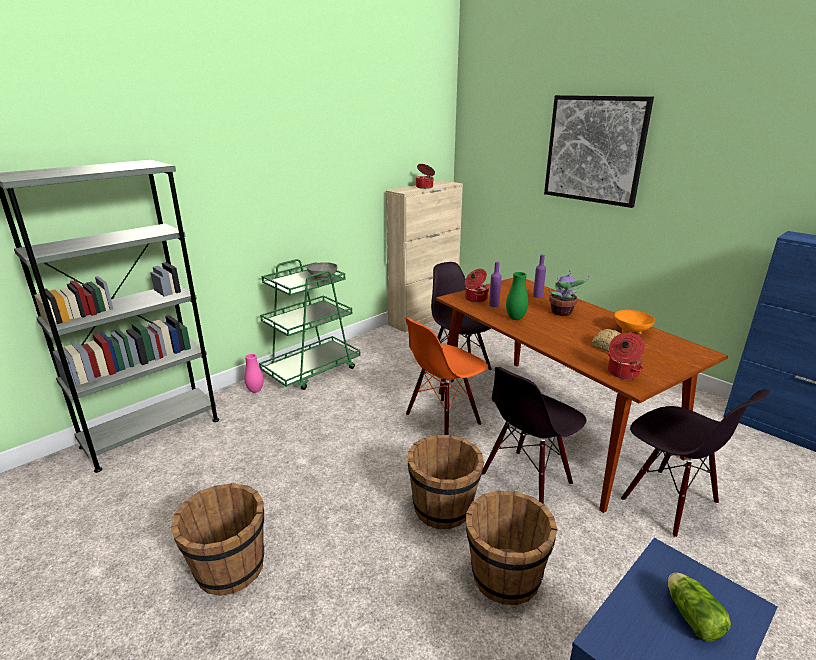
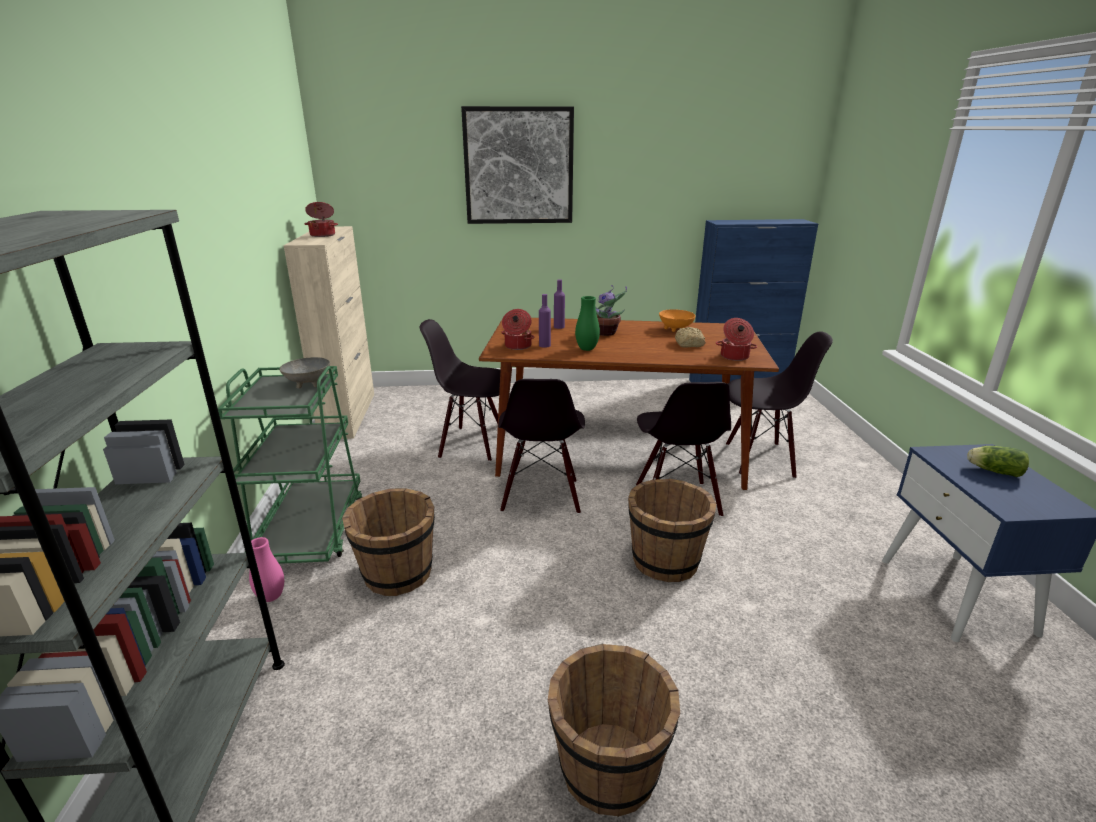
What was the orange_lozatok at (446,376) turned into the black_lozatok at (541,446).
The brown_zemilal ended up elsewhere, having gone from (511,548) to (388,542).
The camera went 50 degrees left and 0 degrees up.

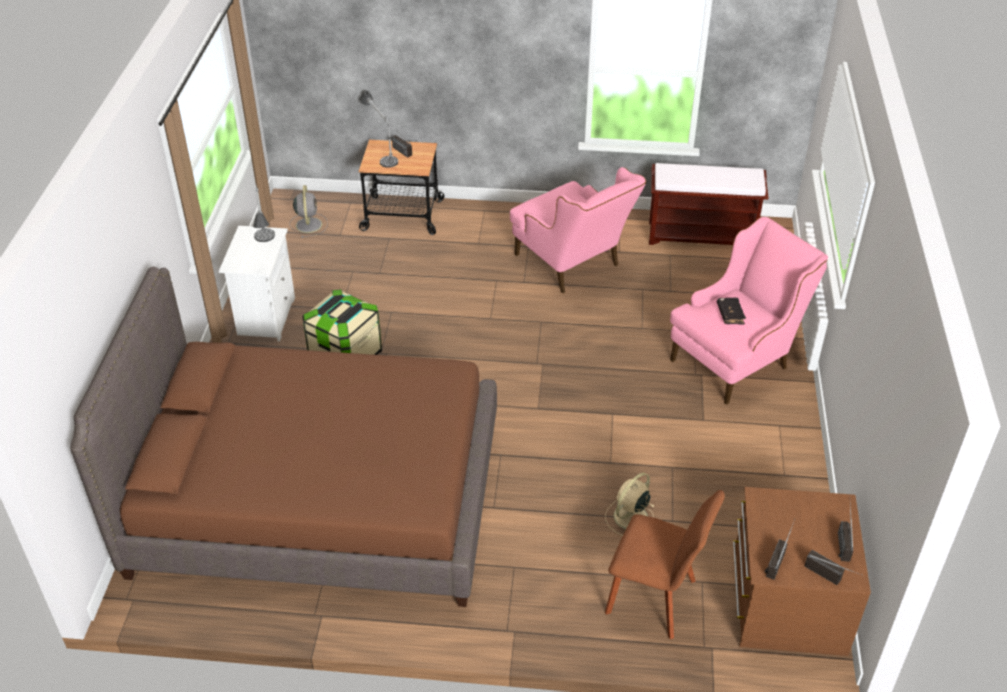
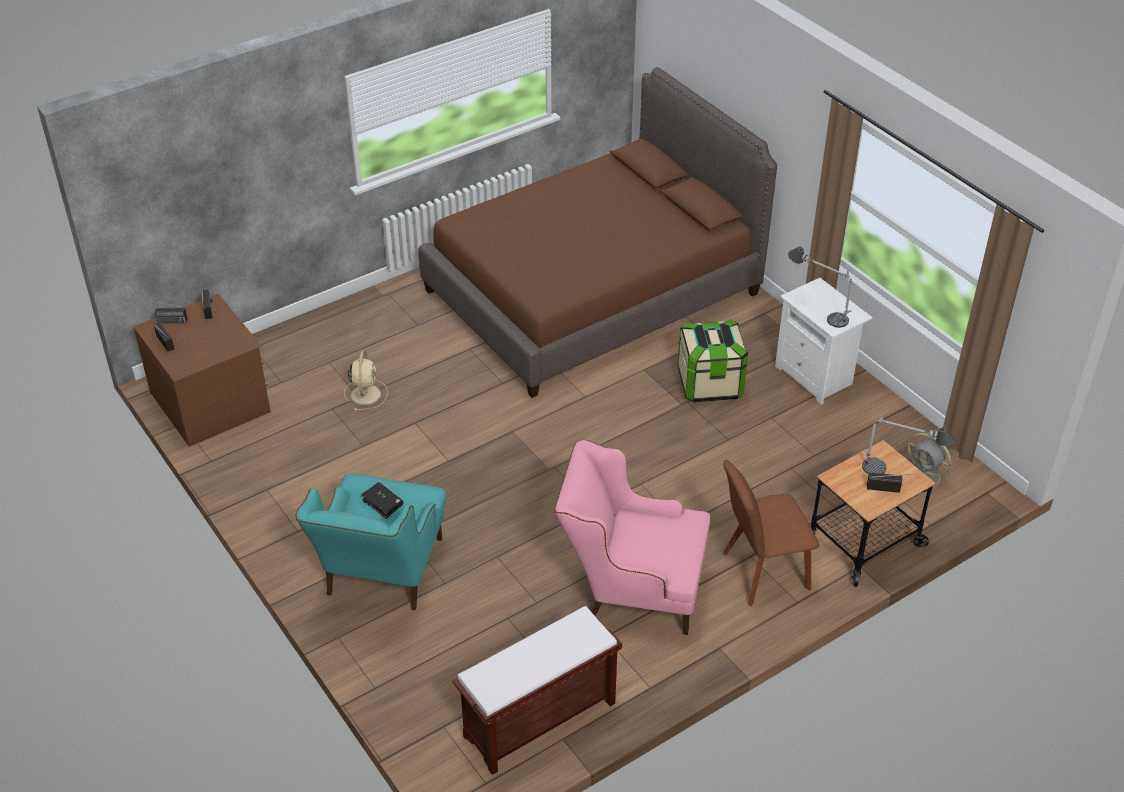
What was the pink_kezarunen at (749,310) turned into the turquoise_kezarunen at (370,541).
The brown_lozatok ended up elsewhere, having gone from (665,564) to (770,533).
The camera went 140 degrees right and 0 degrees up.

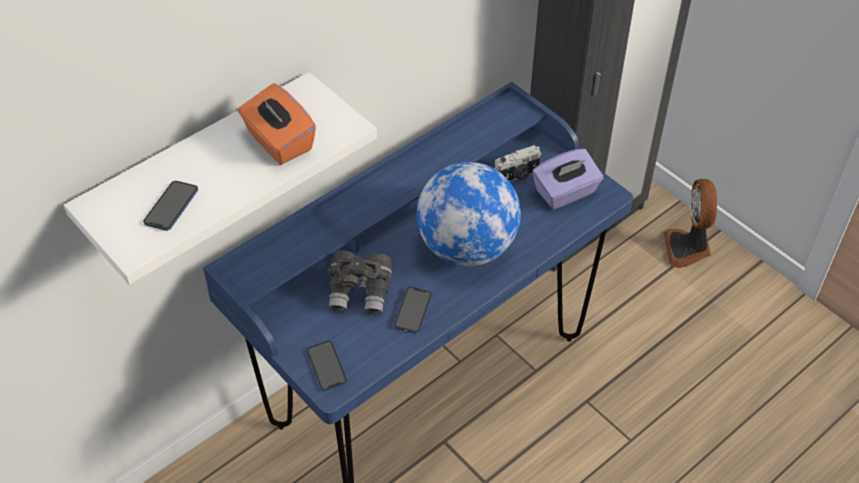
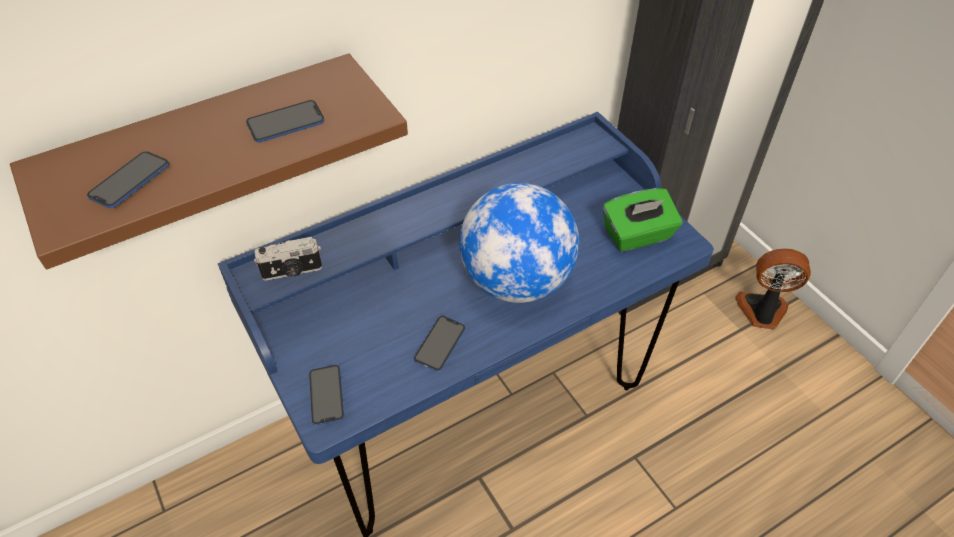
What was the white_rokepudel at (220,178) turned into the brown_rokepudel at (209,161).
Where the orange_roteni stood at (277,124), the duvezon came to stand at (285,121).
The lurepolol ended up elsewhere, having gone from (517,163) to (288,259).
What was the purple_roteni at (567,178) turned into the green_roteni at (643,220).
The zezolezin at (690,223) ended up facing another way, 90 degrees clockwise from before.
The second view lost the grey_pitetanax at (359,283).
The camera went 10 degrees right and 0 degrees up.

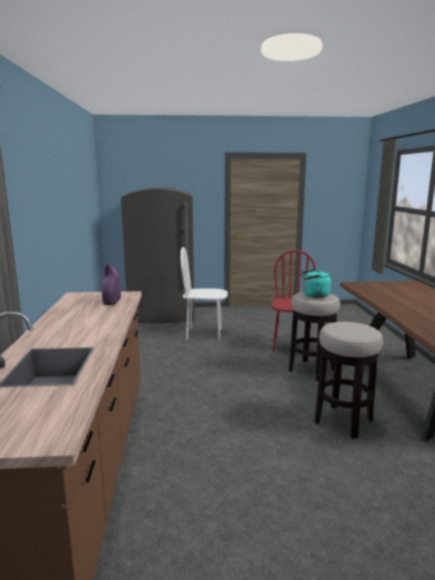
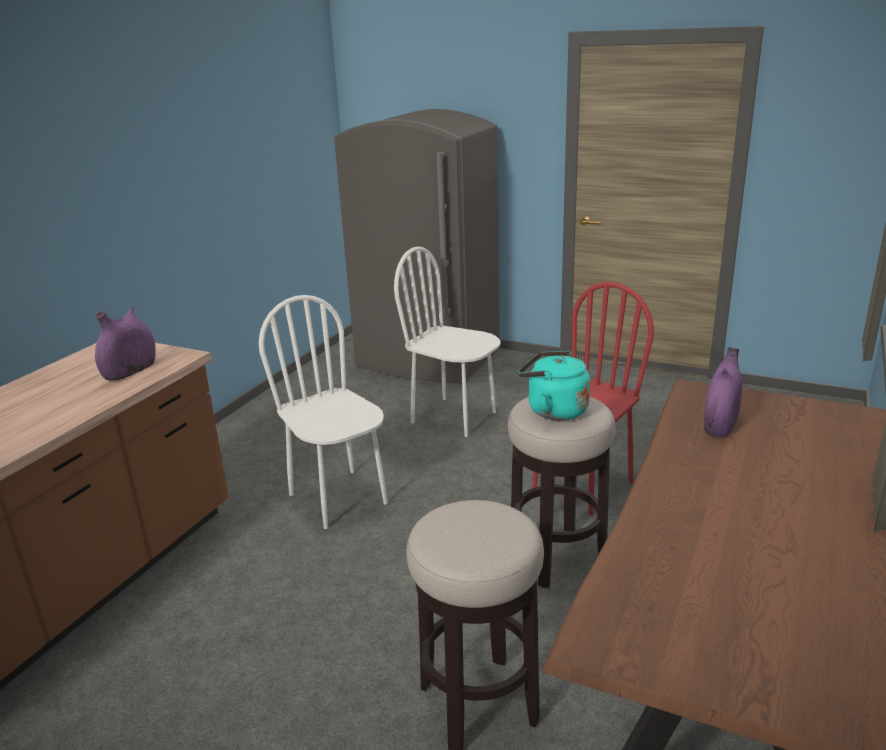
The second view gained the white_lozatok at (323,412).
The second view gained the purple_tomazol at (723,392).
The camera went 30 degrees right and 10 degrees up.

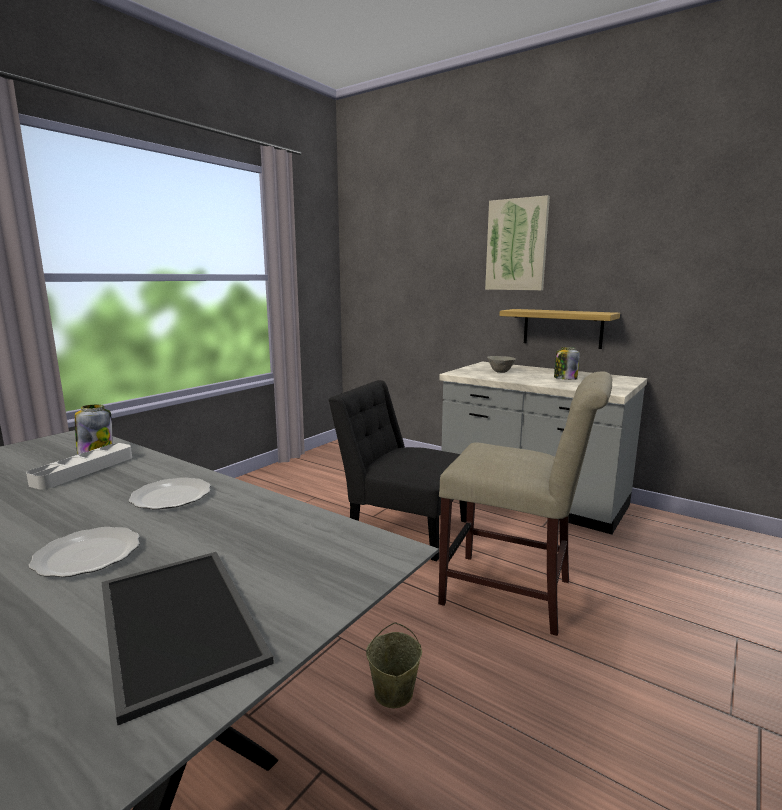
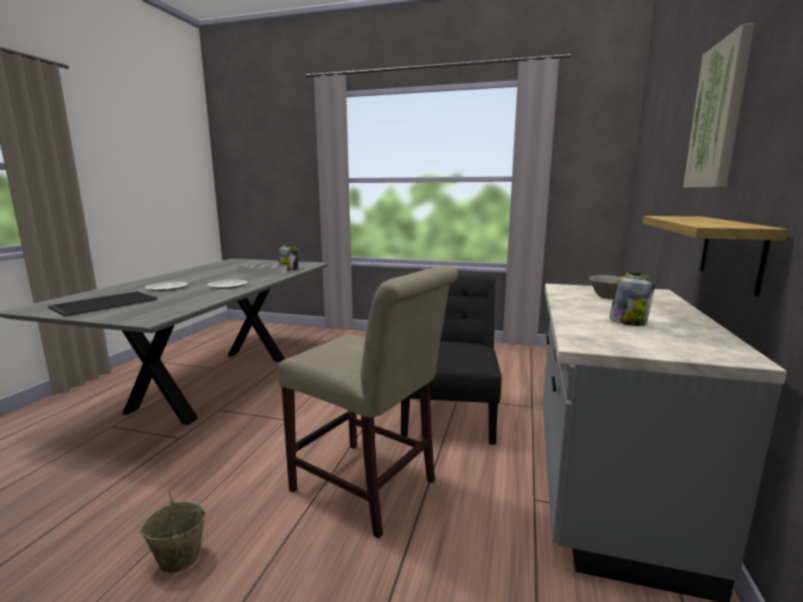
The beige_lozatok at (525,503) ended up facing another way, 60 degrees counterclockwise from before.
The beige_zemilal ended up elsewhere, having gone from (394,665) to (173,532).
The camera went 70 degrees right and 0 degrees up.

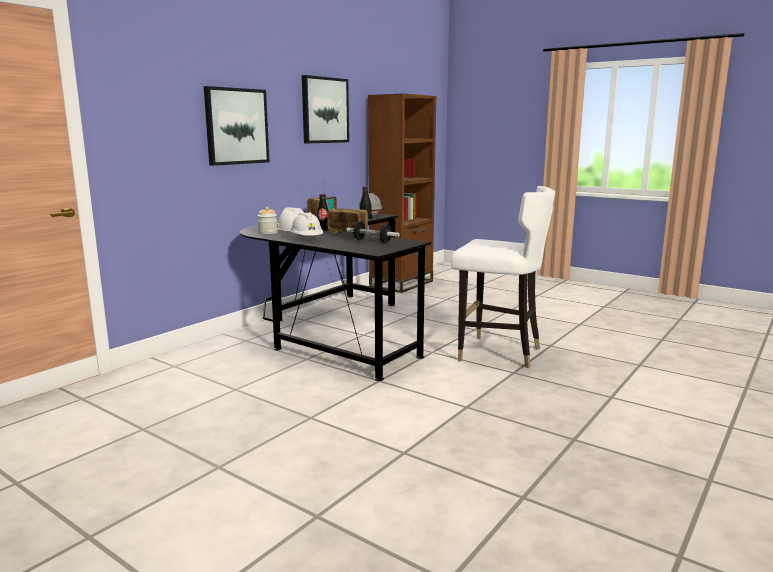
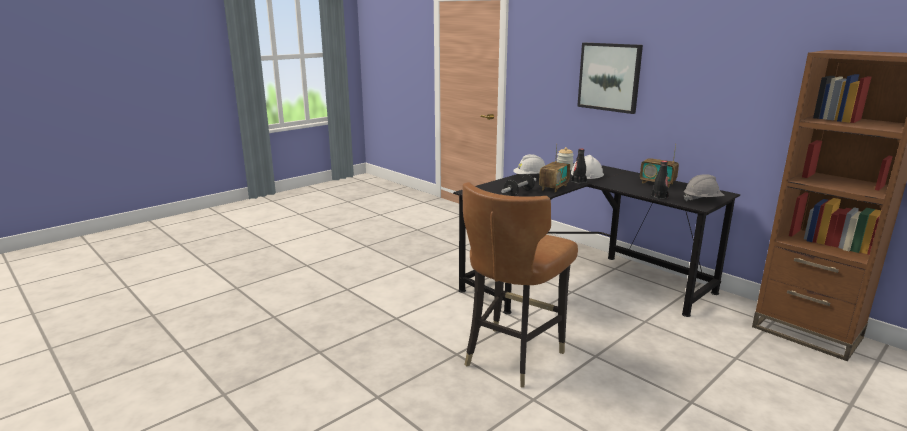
The second view lost the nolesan at (325,109).
What was the white_lozatok at (503,277) turned into the brown_lozatok at (520,285).
The camera went 100 degrees right and 5 degrees up.

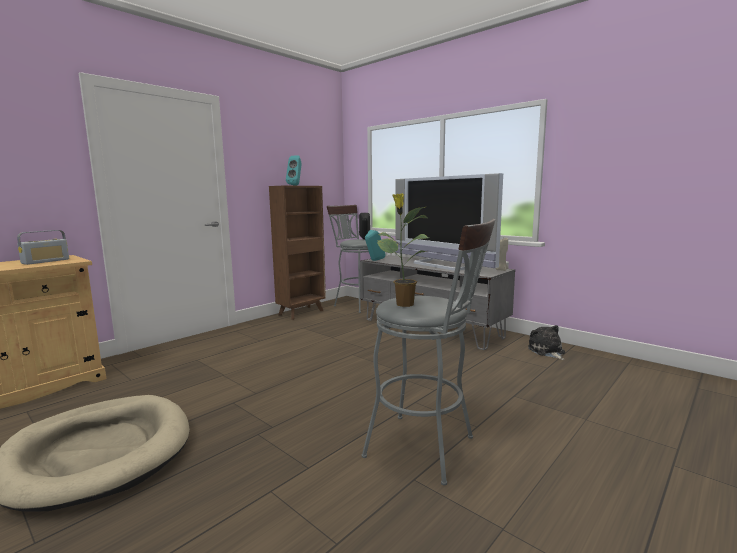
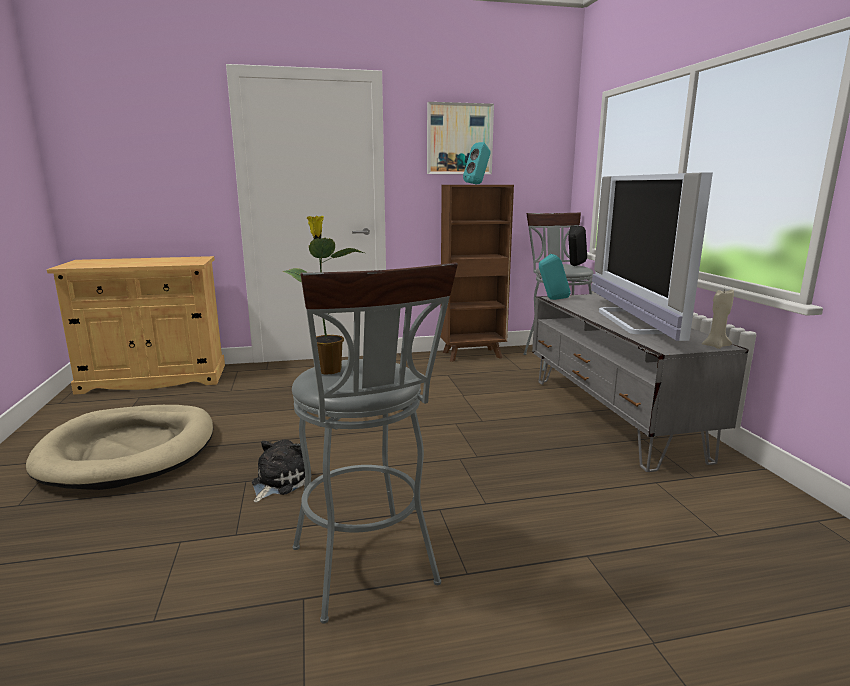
The second view lost the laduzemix at (43,247).
The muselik ended up elsewhere, having gone from (546,342) to (282,471).
The second view gained the nolesan at (460,138).
The camera went 35 degrees right and 5 degrees up.

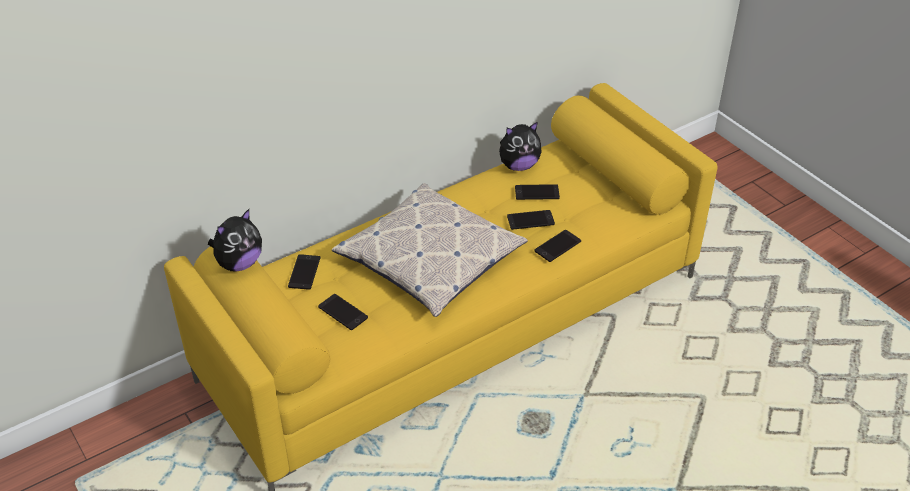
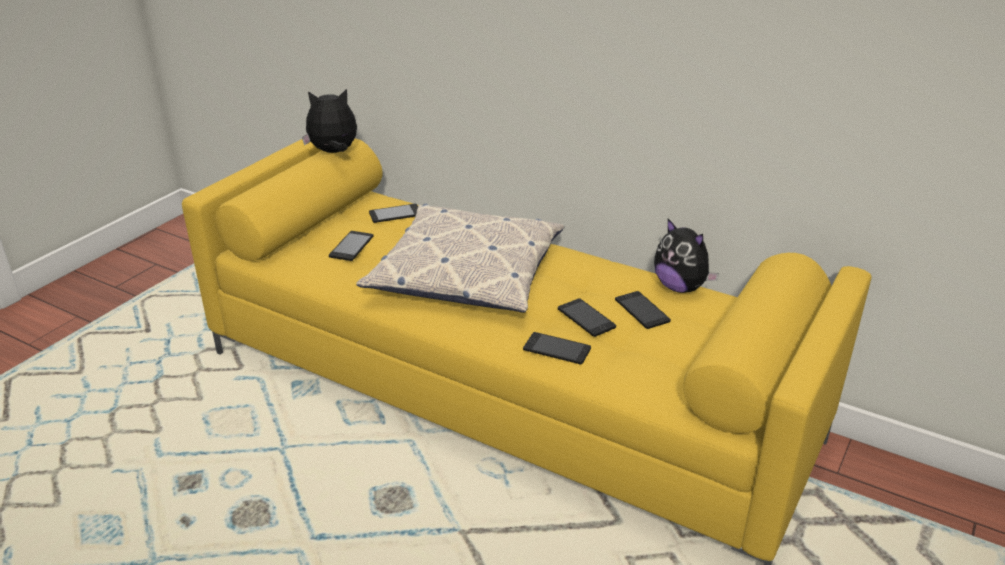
The muselik at (235,240) ended up facing another way, 150 degrees clockwise from before.
The camera went 65 degrees right and 10 degrees down.

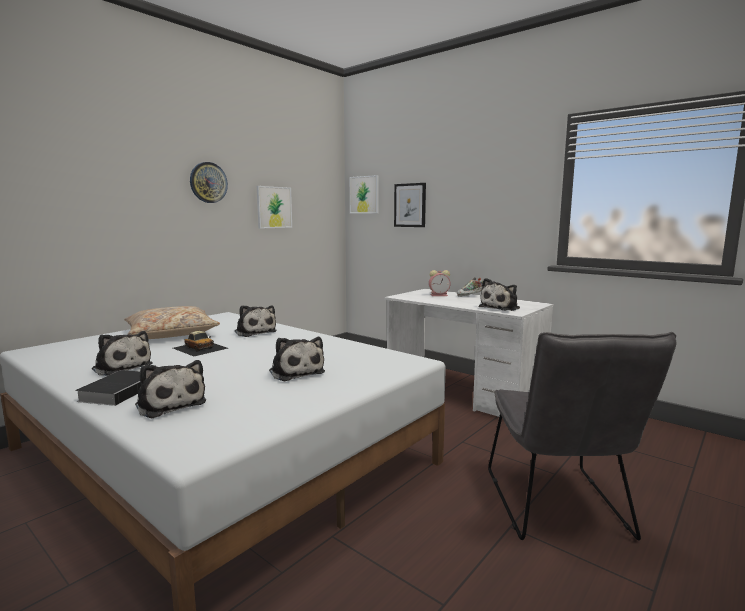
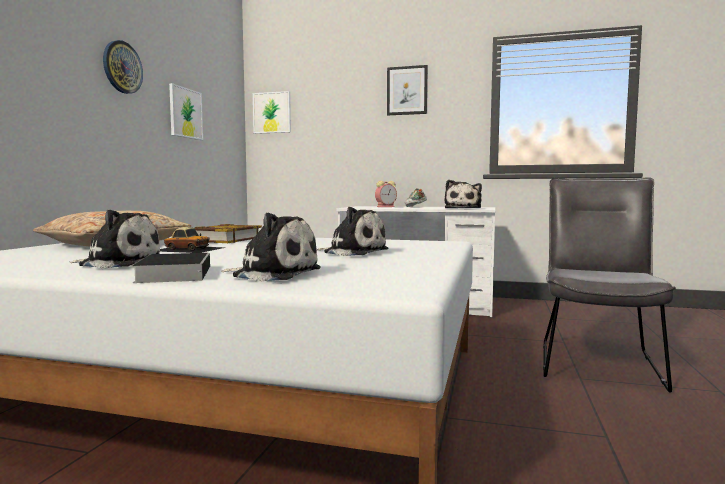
The nolesan ended up elsewhere, having gone from (410,205) to (407,90).
Where the muselik stood at (256,321), the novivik came to stand at (228,233).
The grey_lozatok at (582,436) ended up facing another way, 135 degrees counterclockwise from before.
The camera went 25 degrees left and 5 degrees down.

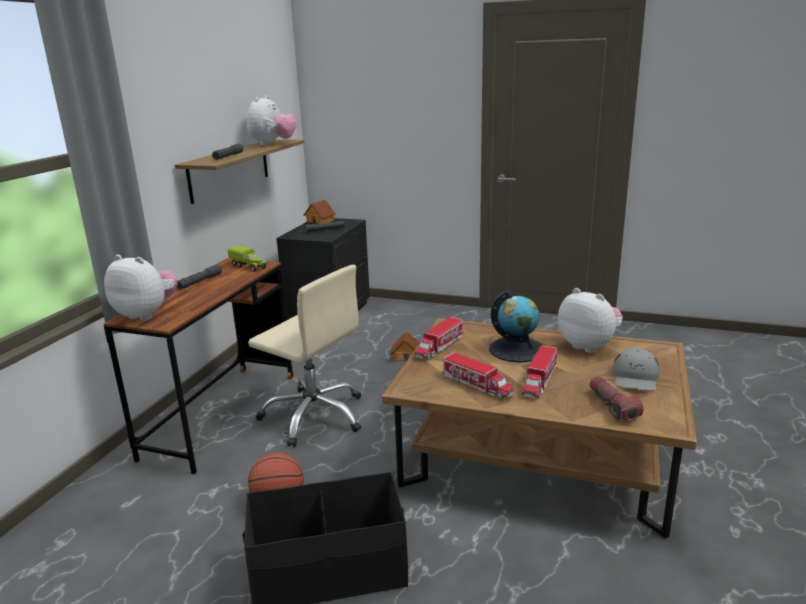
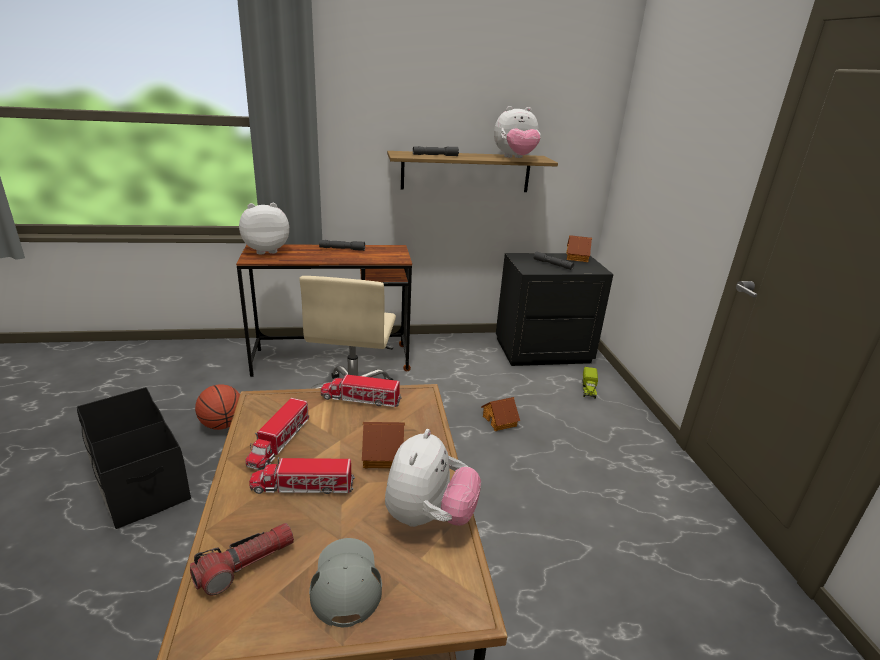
The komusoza ended up elsewhere, having gone from (247,258) to (590,383).
The muselik at (141,288) ended up facing another way, 105 degrees counterclockwise from before.
Where the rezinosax stood at (516,327), the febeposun came to stand at (383,445).
The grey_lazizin at (636,369) ended up facing another way, 90 degrees clockwise from before.
The camera went 60 degrees right and 5 degrees up.

